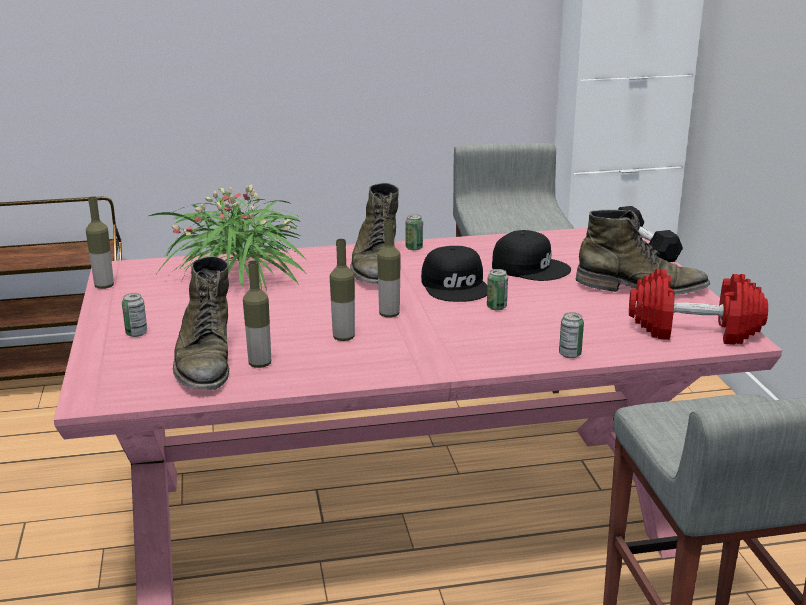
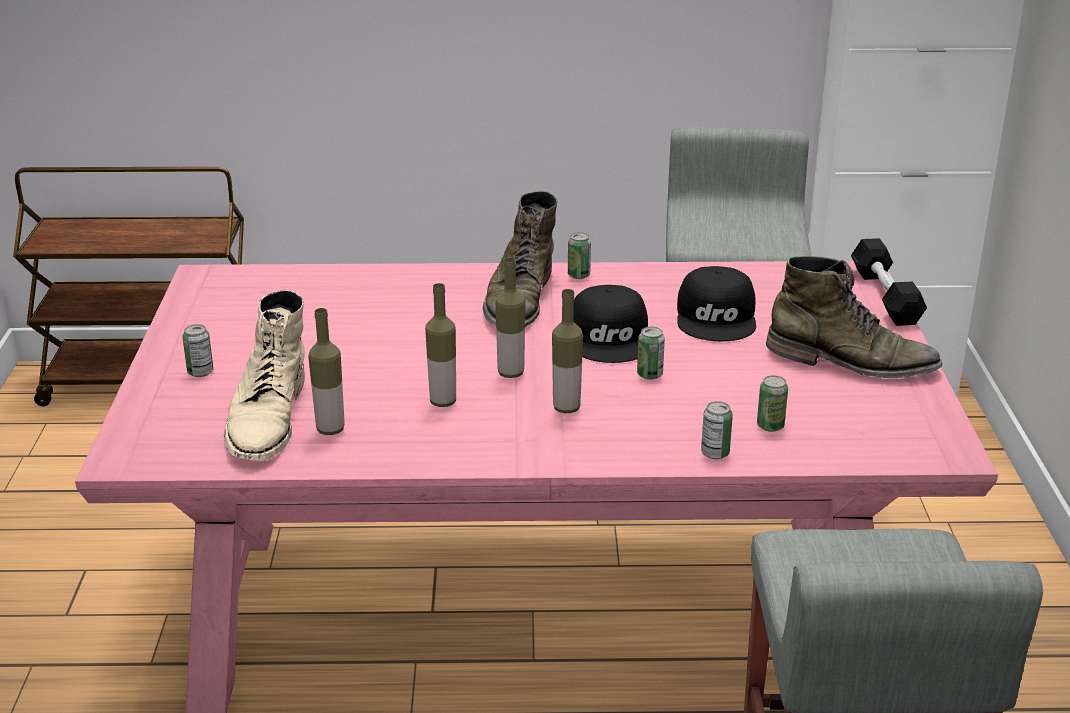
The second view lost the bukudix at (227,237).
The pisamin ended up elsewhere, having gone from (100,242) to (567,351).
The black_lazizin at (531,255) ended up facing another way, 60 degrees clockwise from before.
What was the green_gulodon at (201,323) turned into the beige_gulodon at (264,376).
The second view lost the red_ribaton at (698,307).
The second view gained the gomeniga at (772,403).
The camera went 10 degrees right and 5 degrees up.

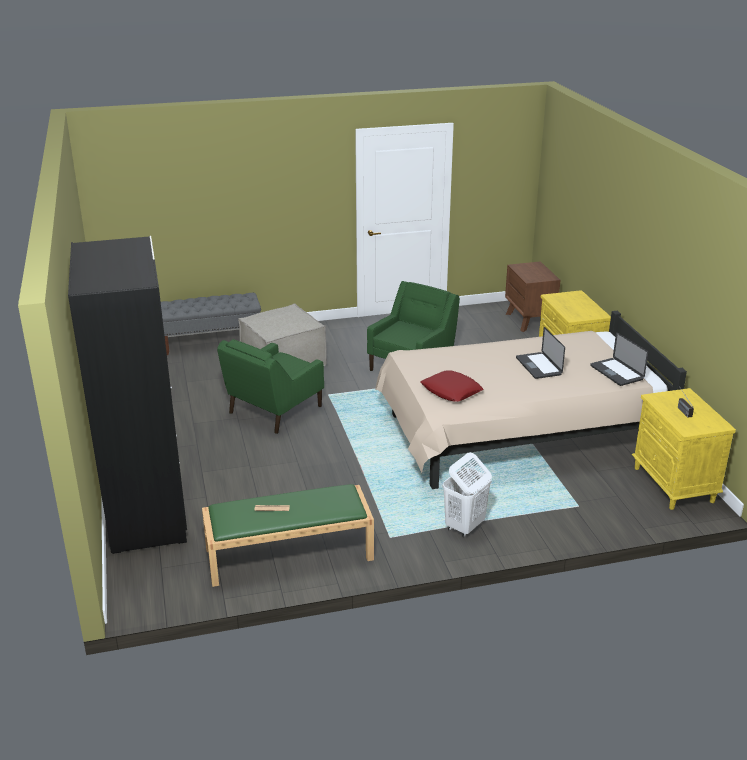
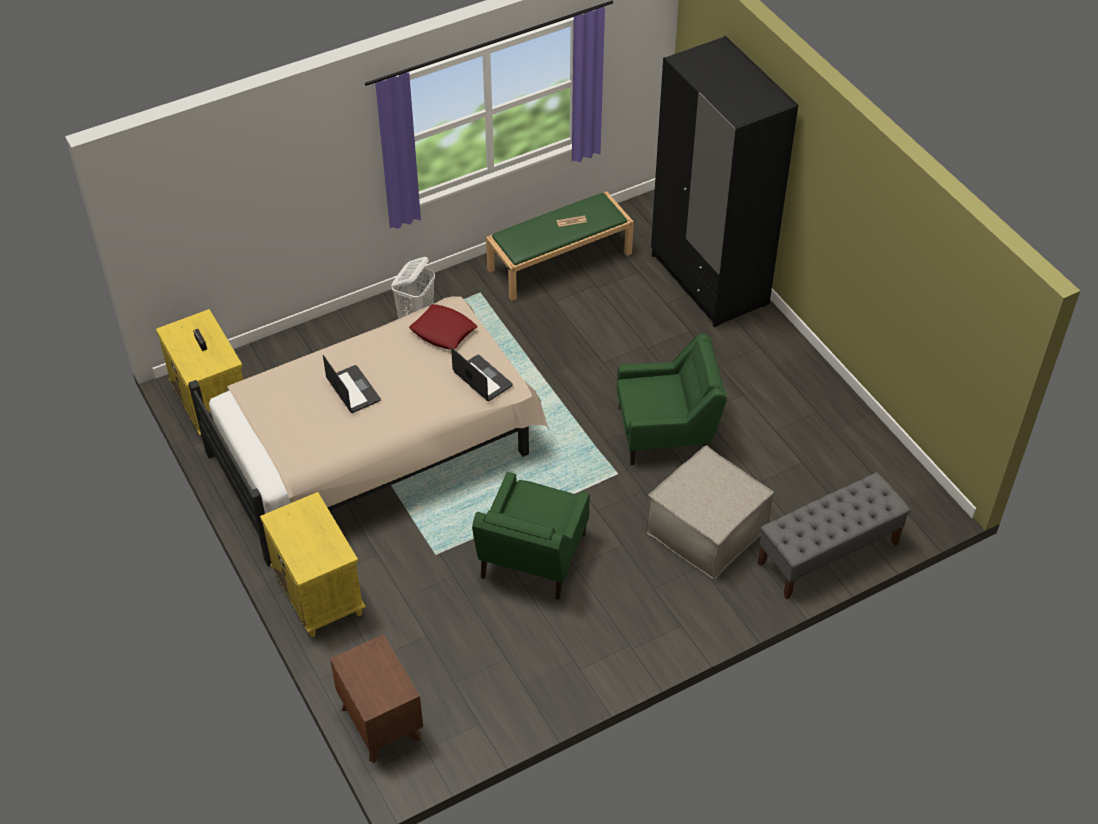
The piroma ended up elsewhere, having gone from (619,359) to (482,374).
The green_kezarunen at (270,386) ended up facing another way, 60 degrees clockwise from before.
The camera went 165 degrees right and 20 degrees up.

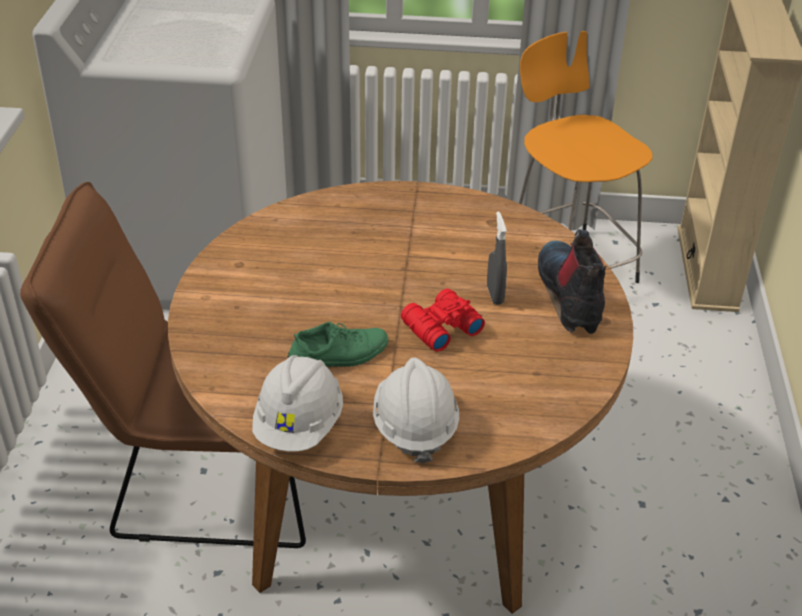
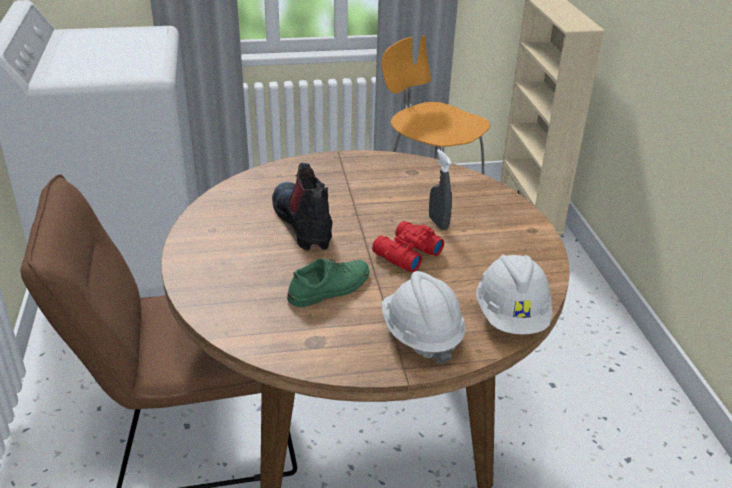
The gulodon ended up elsewhere, having gone from (572,282) to (302,207).
The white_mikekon ended up elsewhere, having gone from (297,403) to (514,294).
The camera went 15 degrees left and 5 degrees down.

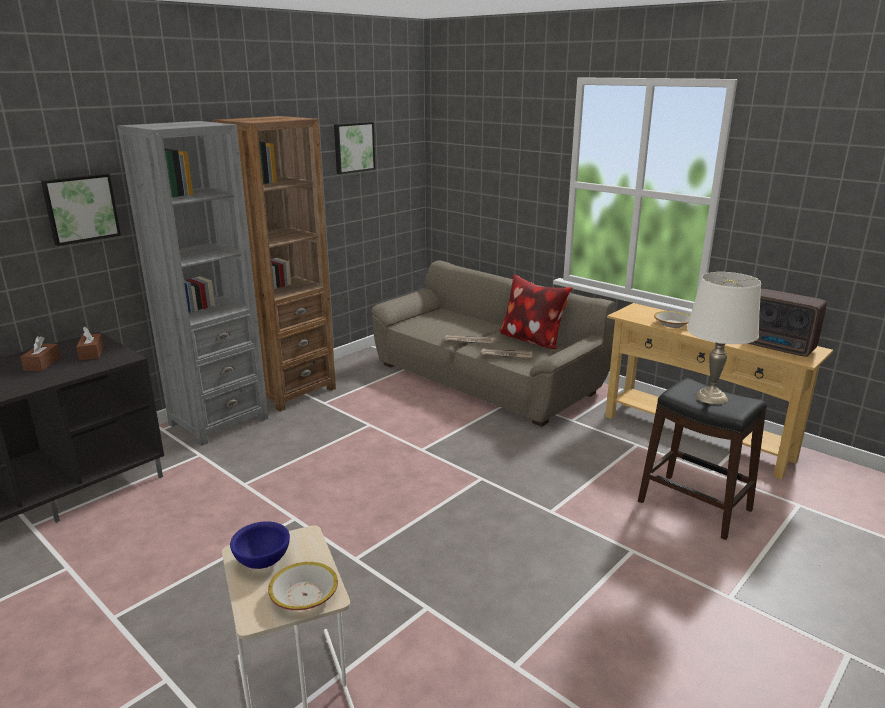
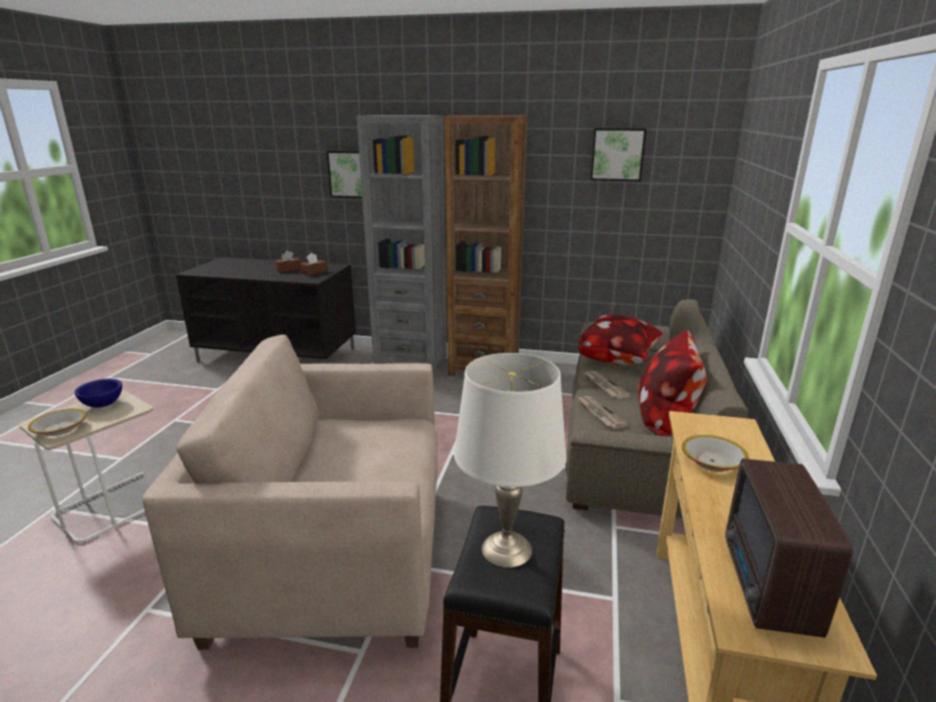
The second view gained the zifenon at (620,340).
The second view gained the beige_kezarunen at (290,492).
The camera went 60 degrees right and 0 degrees up.

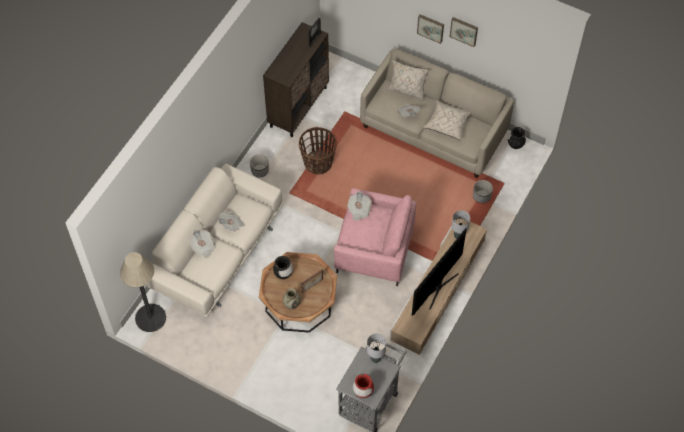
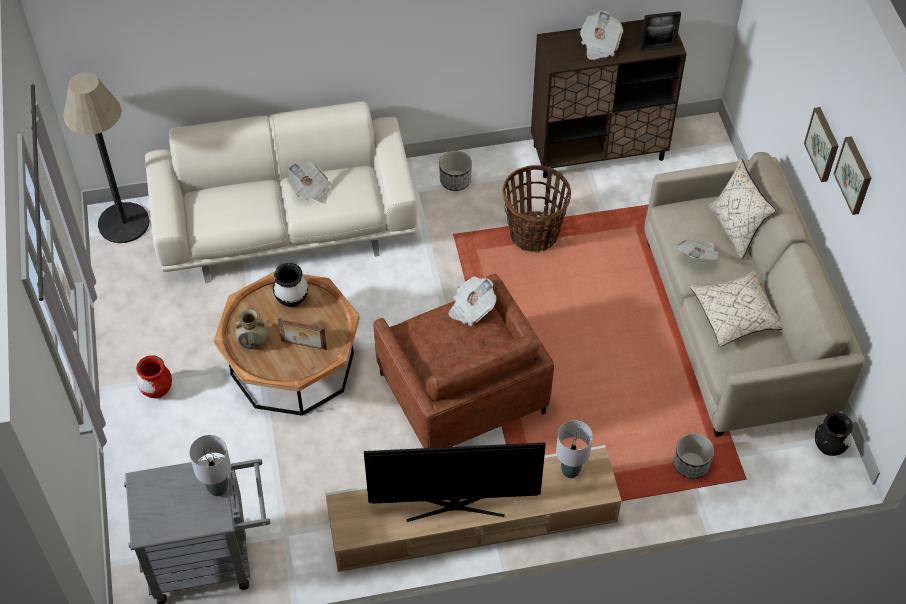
What was the pink_kezarunen at (375,237) turned into the brown_kezarunen at (463,361).
The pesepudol ended up elsewhere, having gone from (203,244) to (601,35).
The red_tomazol ended up elsewhere, having gone from (363,386) to (154,376).
The camera went 50 degrees right and 5 degrees down.

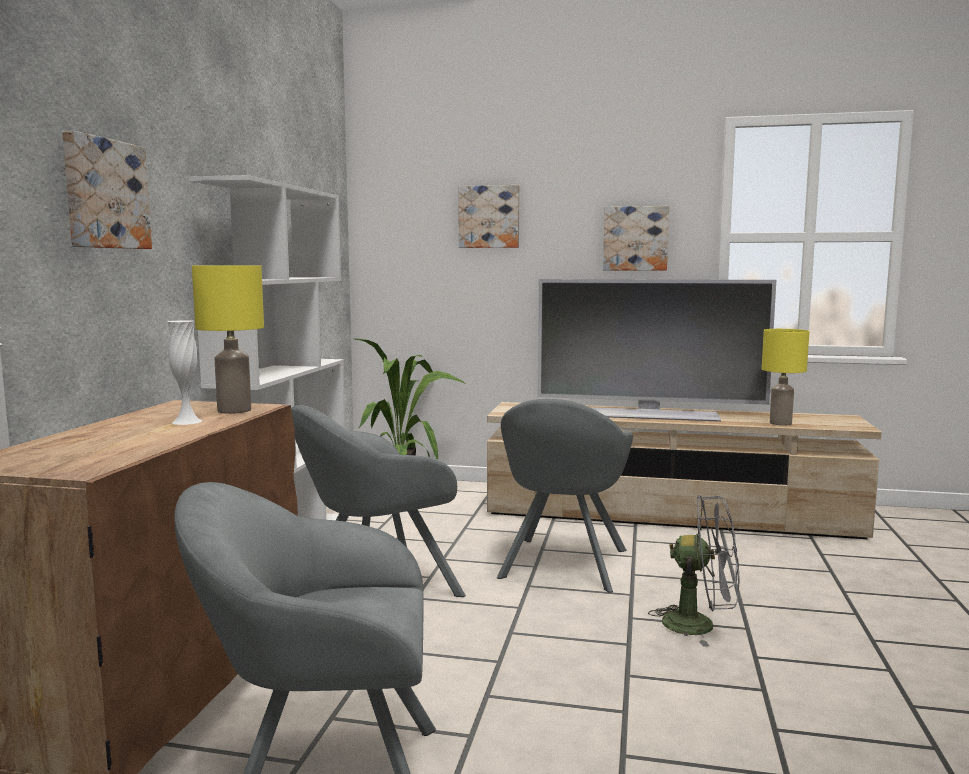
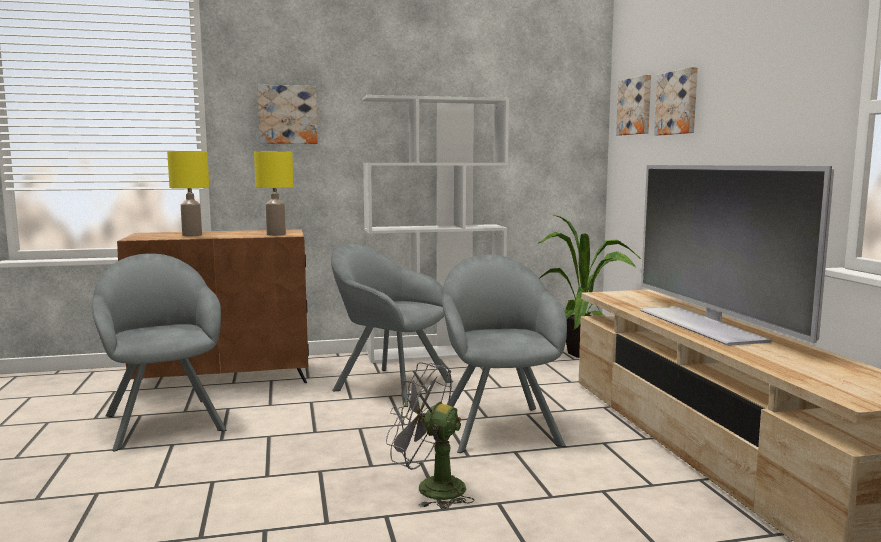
The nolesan ended up elsewhere, having gone from (636,238) to (633,105).
The second view lost the white_tomazol at (185,372).
The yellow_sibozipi ended up elsewhere, having gone from (785,377) to (188,193).
The grey_kezarunen at (565,496) ended up facing another way, 90 degrees clockwise from before.
The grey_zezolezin at (694,571) ended up facing another way, 120 degrees clockwise from before.
The camera went 65 degrees right and 0 degrees up.

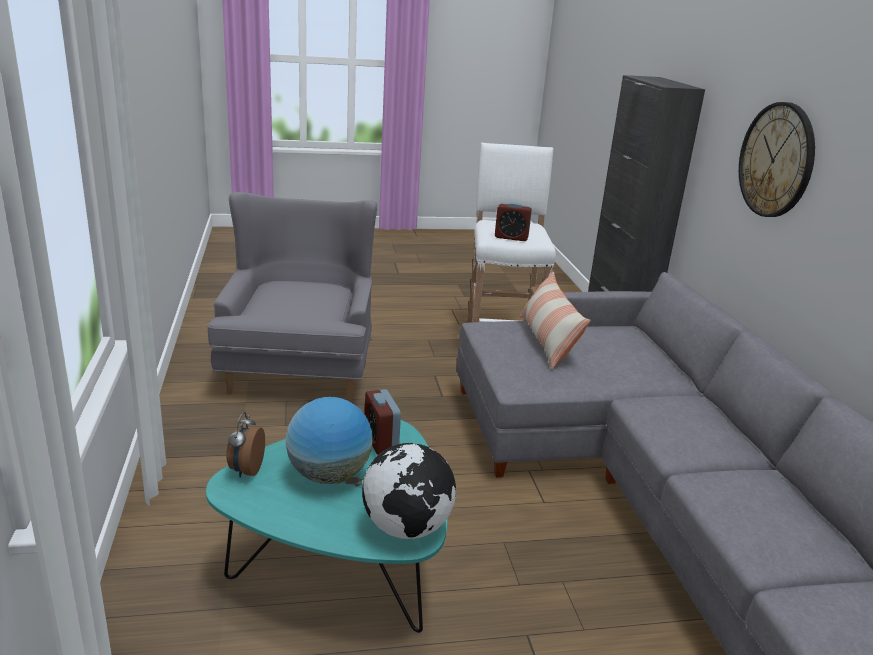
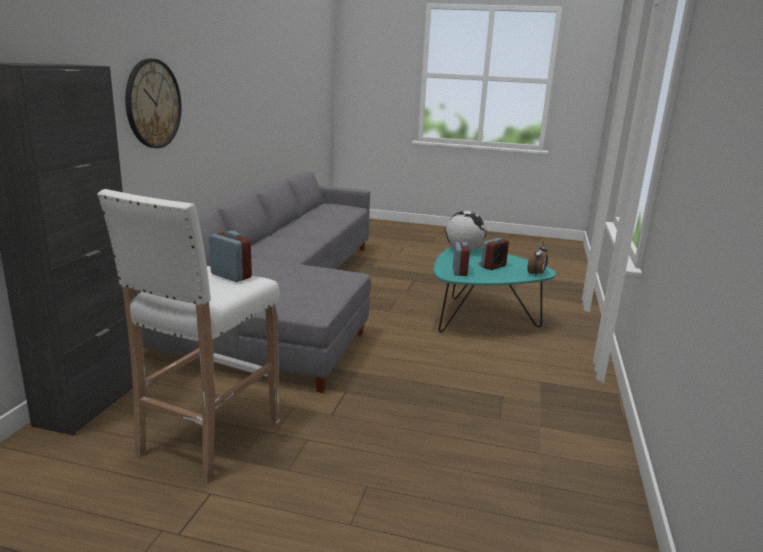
The second view lost the grey_kezarunen at (292,296).
The second view lost the zifenon at (555,321).
Where the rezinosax stood at (329,440), the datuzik came to stand at (495,254).
The camera went 155 degrees left and 5 degrees down.

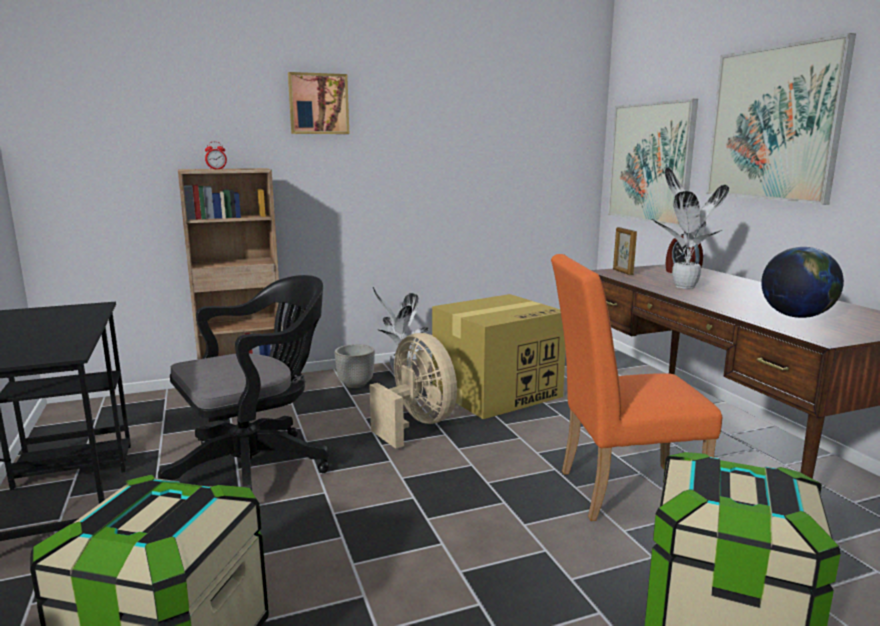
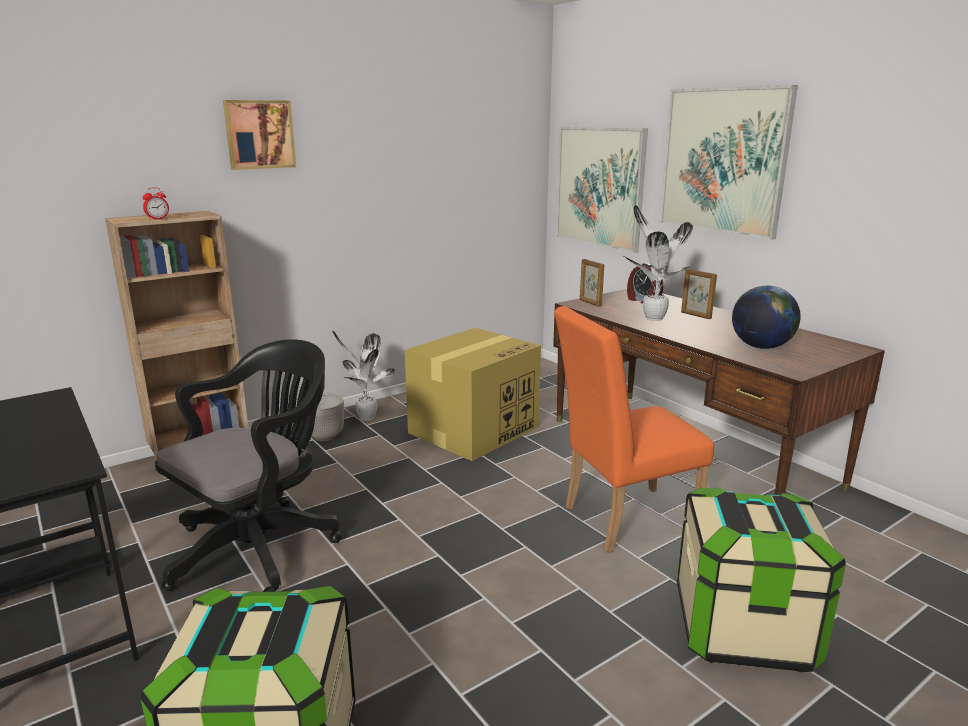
The second view lost the beige_zezolezin at (413,391).
The second view gained the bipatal at (699,294).
The camera went 15 degrees left and 5 degrees up.

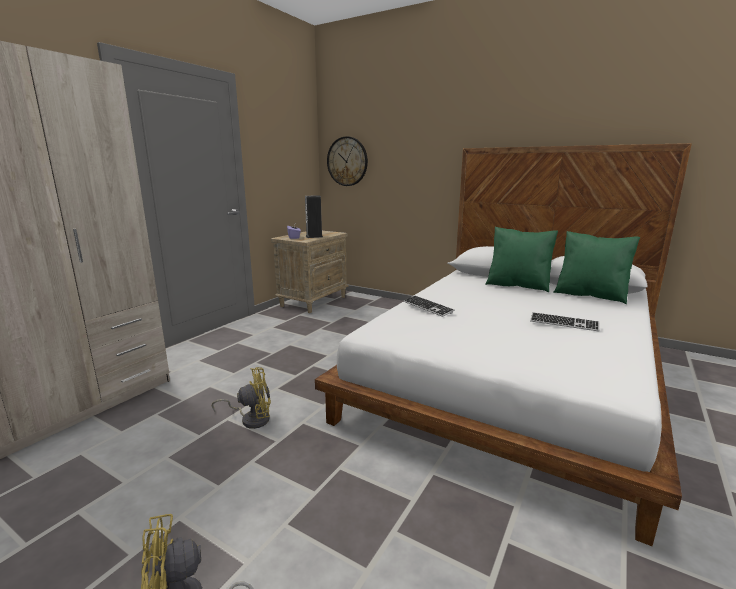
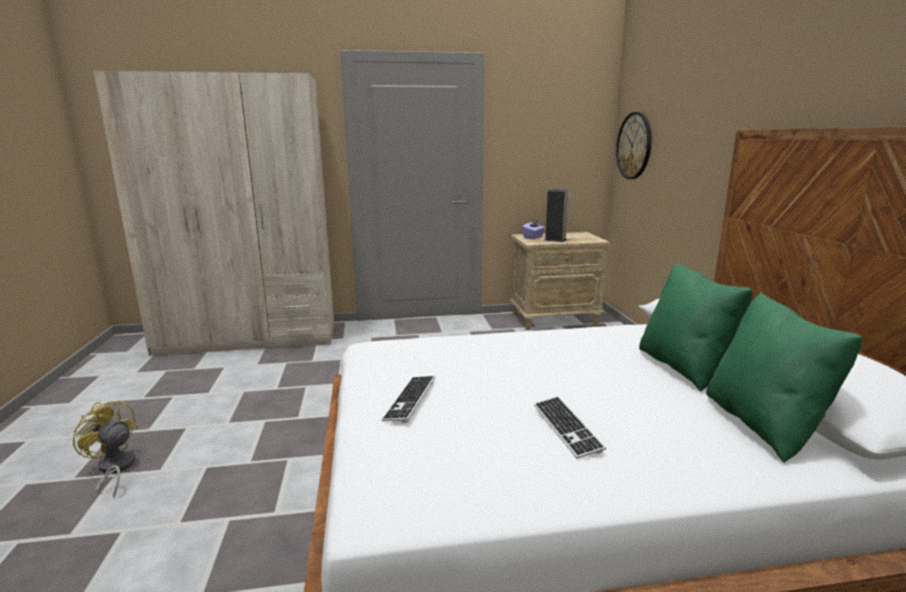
The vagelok ended up elsewhere, having gone from (429,306) to (408,399).
The second view lost the yellow_zezolezin at (241,398).
The camera went 50 degrees right and 0 degrees up.

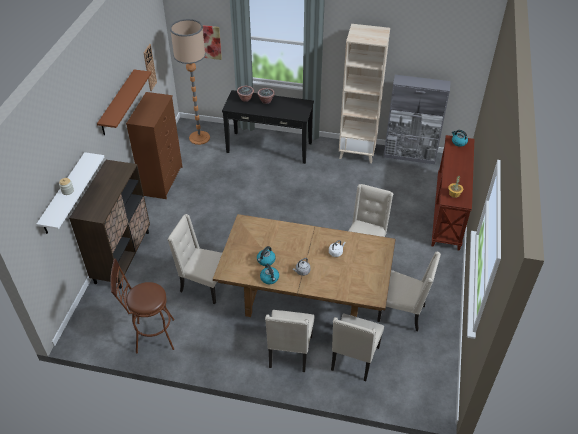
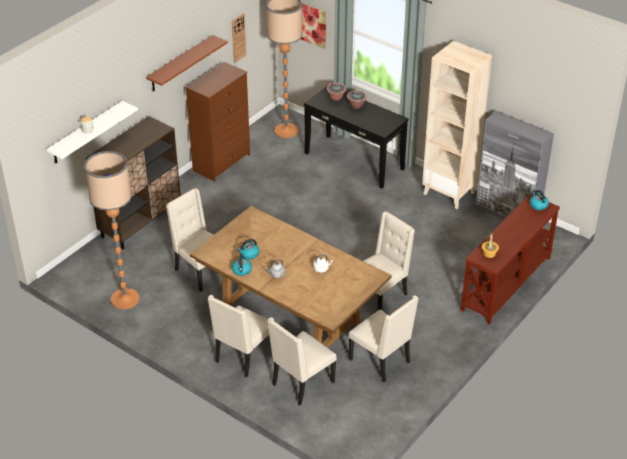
Where the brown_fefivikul stood at (142,306), the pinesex came to stand at (112,230).
The camera went 25 degrees right and 5 degrees down.

